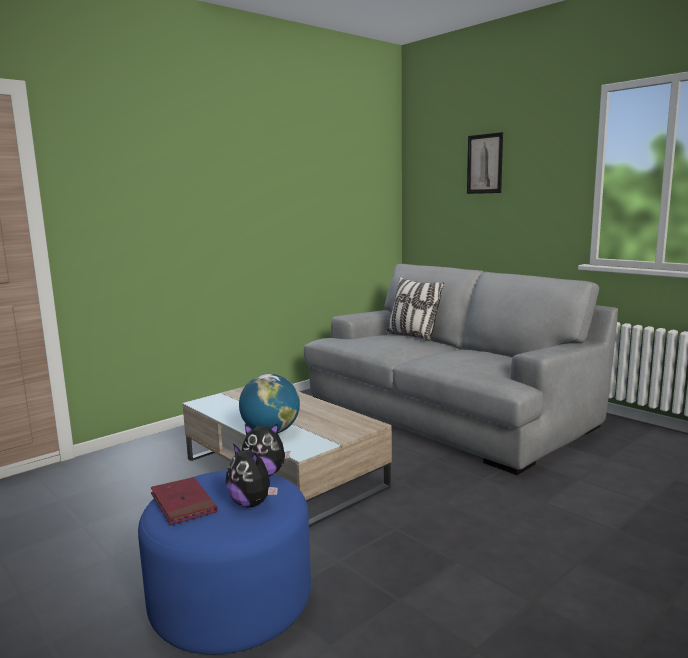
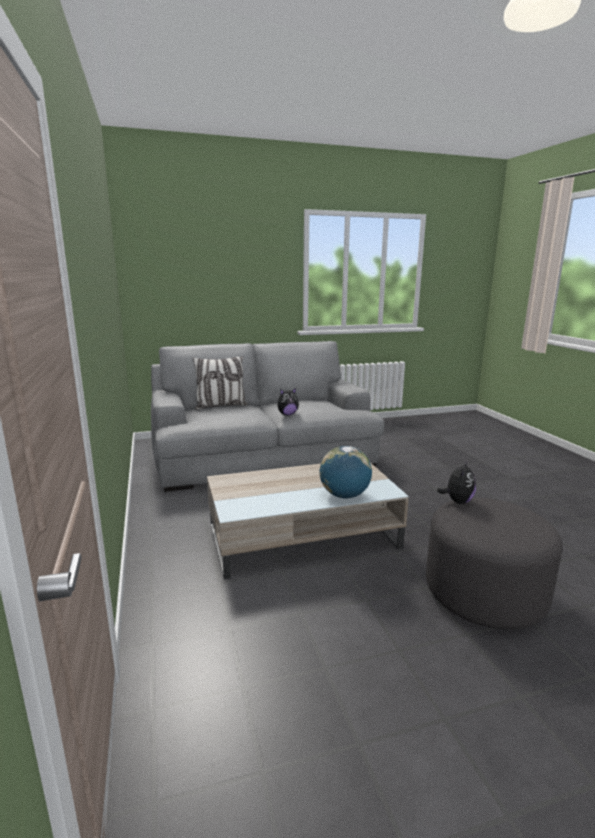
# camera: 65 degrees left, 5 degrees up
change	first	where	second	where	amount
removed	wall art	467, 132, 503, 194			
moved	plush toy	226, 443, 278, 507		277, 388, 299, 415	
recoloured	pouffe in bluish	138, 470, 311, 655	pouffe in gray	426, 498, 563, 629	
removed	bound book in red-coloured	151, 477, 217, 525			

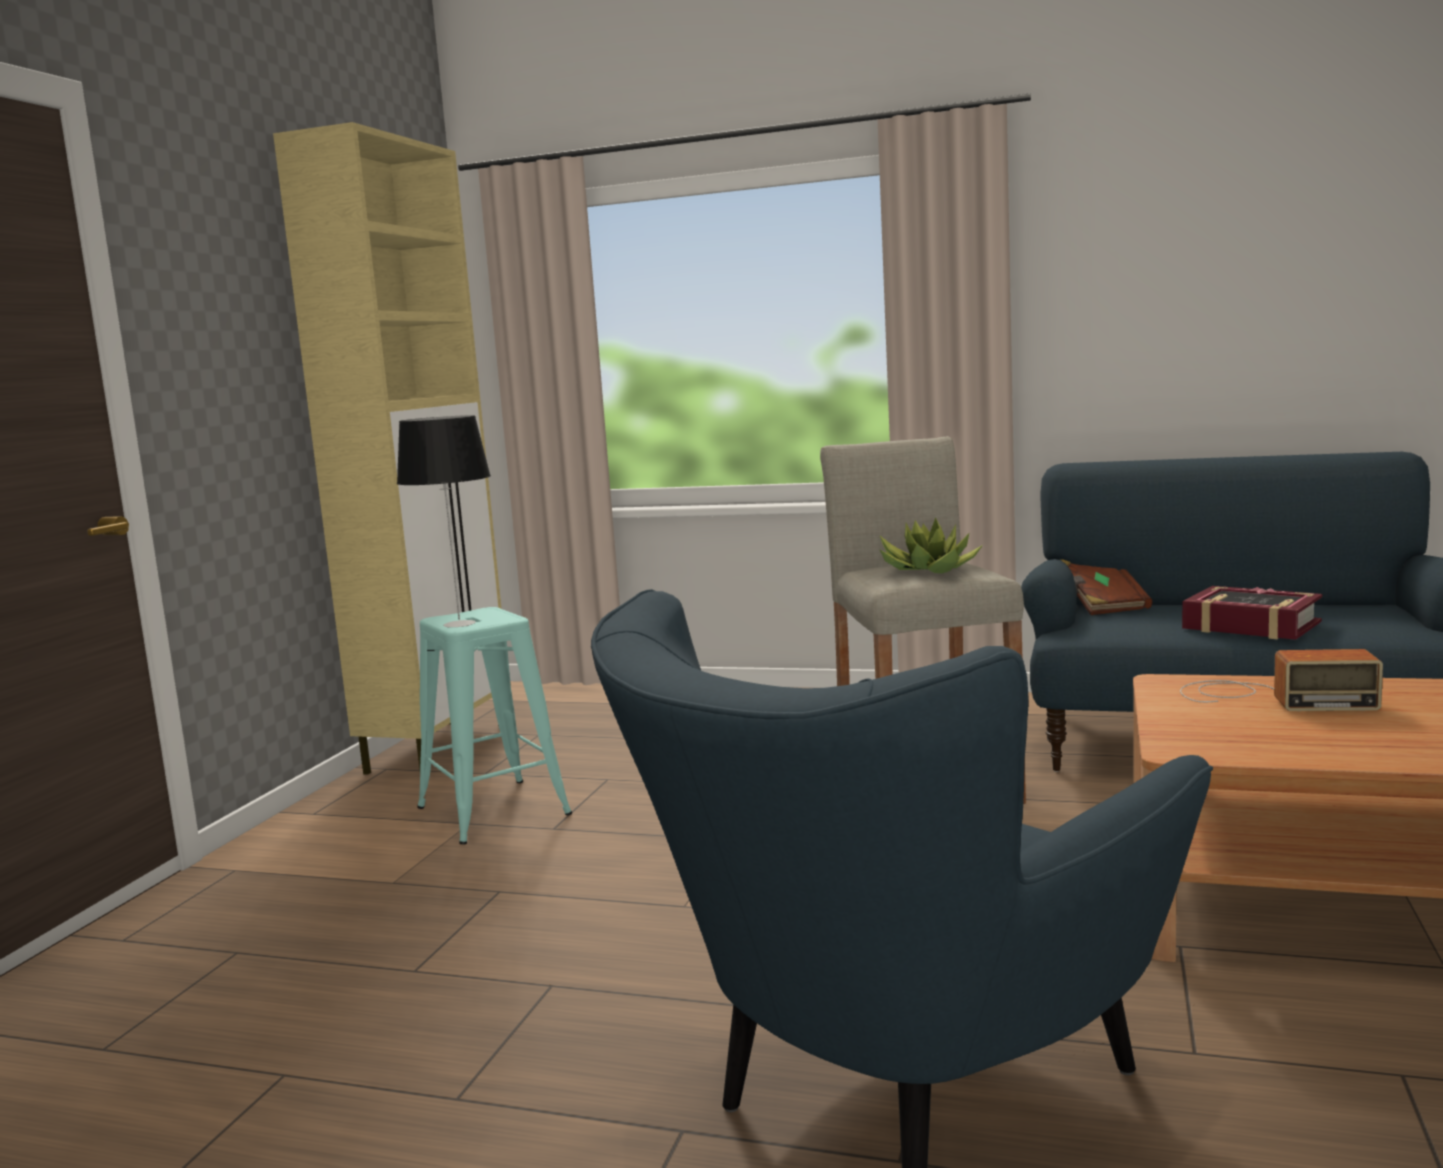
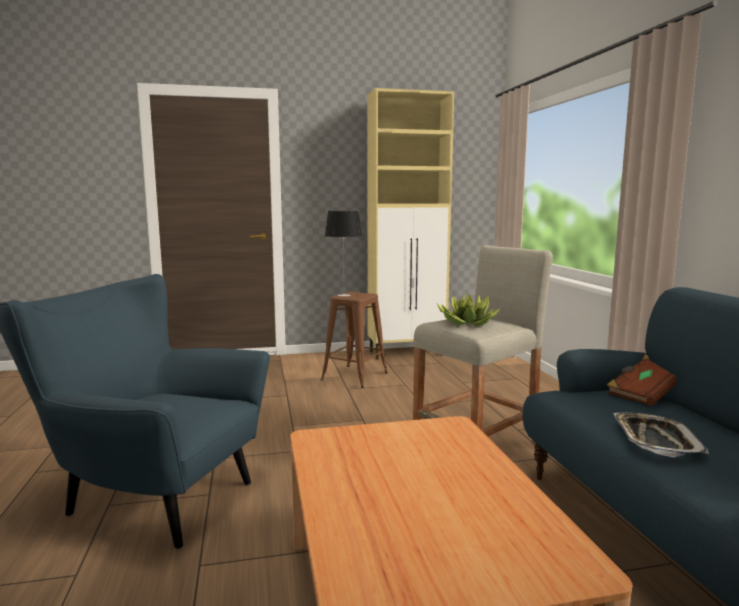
# camera: 60 degrees right, 0 degrees up
change	first	where	second	where	amount
replaced	bound book	1182, 586, 1322, 640	serving tray	613, 412, 709, 458	
recoloured	stool seat in turquoise	417, 607, 572, 845	stool seat in brownish	321, 292, 388, 388	
removed	radio set	1180, 649, 1383, 711			

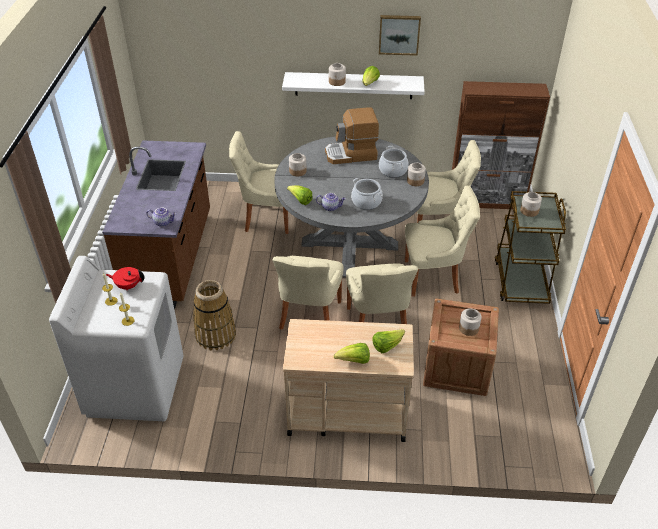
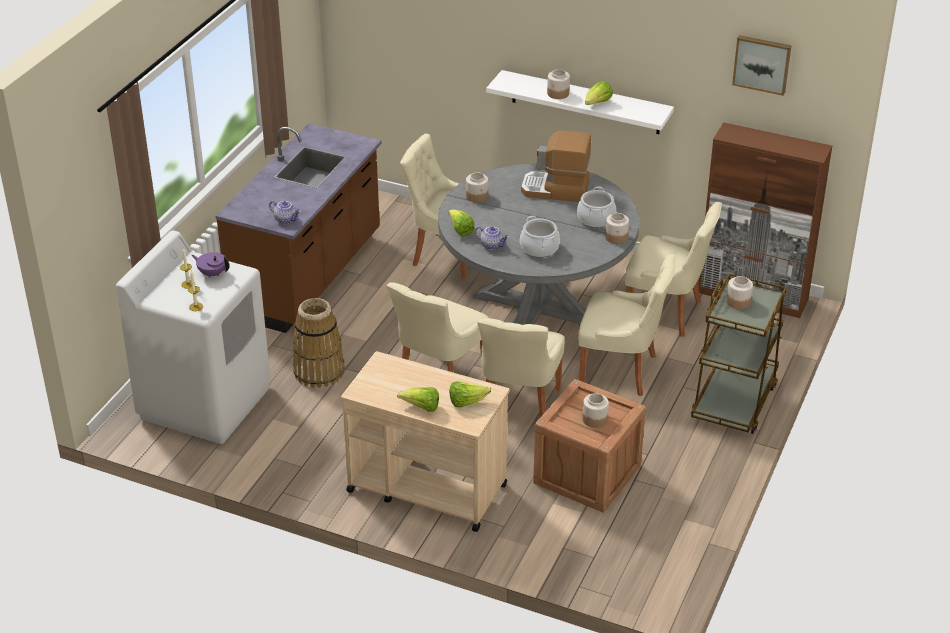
# camera: 20 degrees right, 5 degrees down
change	first	where	second	where	amount
moved	wall art	379, 15, 421, 56		732, 35, 791, 96	
recoloured	teapot in red-coloured	106, 267, 145, 290	teapot in purplish	191, 252, 230, 278	

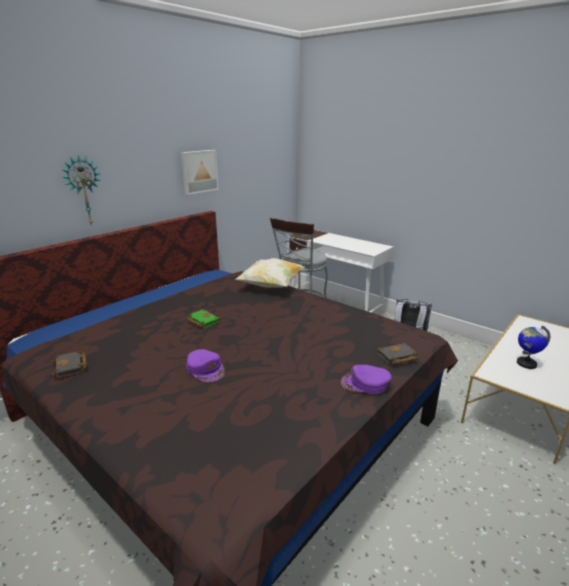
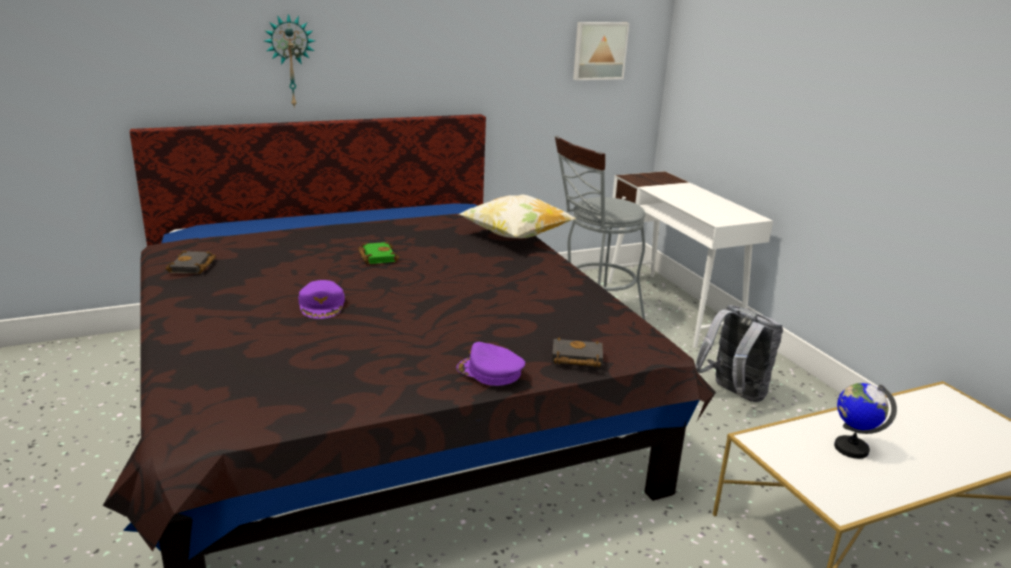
# camera: 25 degrees right, 0 degrees up
change	first	where	second	where	amount
moved	wall art	181, 150, 219, 195		573, 22, 629, 80	

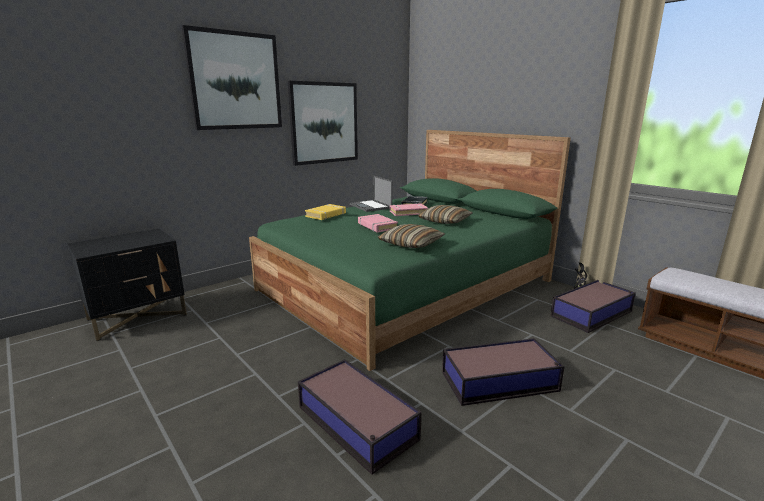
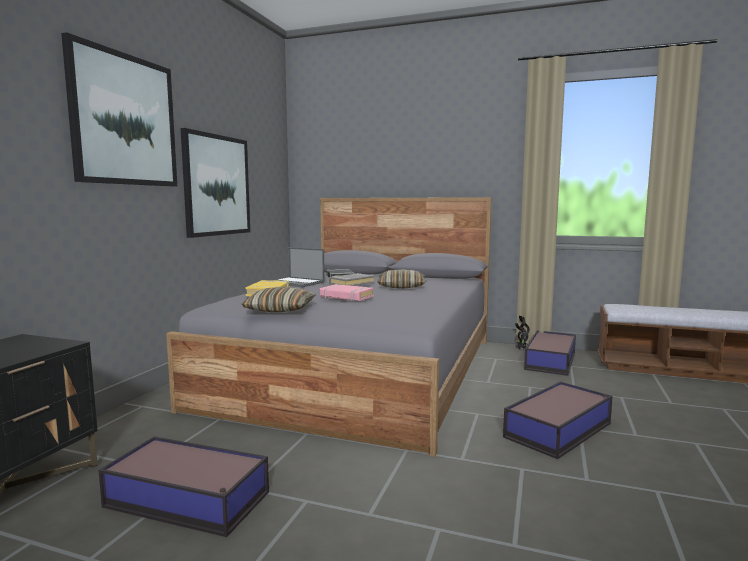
# camera: 30 degrees left, 10 degrees down
change	first	where	second	where	amount
recoloured	bed in green	249, 130, 571, 371	bed in gray	166, 197, 492, 457	
recoloured	bound book in pinkish	390, 203, 428, 216	bound book in gray	329, 273, 375, 286	
moved	pillow	378, 224, 445, 248		241, 287, 316, 312	
moved	storage container	298, 359, 421, 475		98, 436, 269, 537	

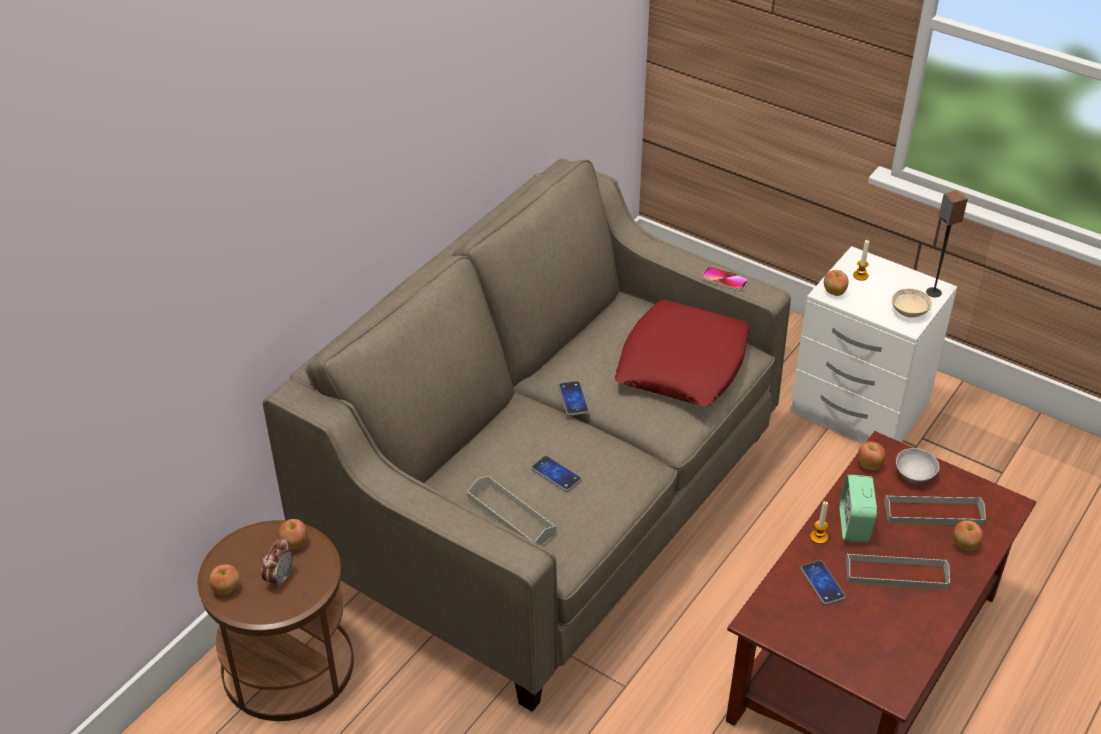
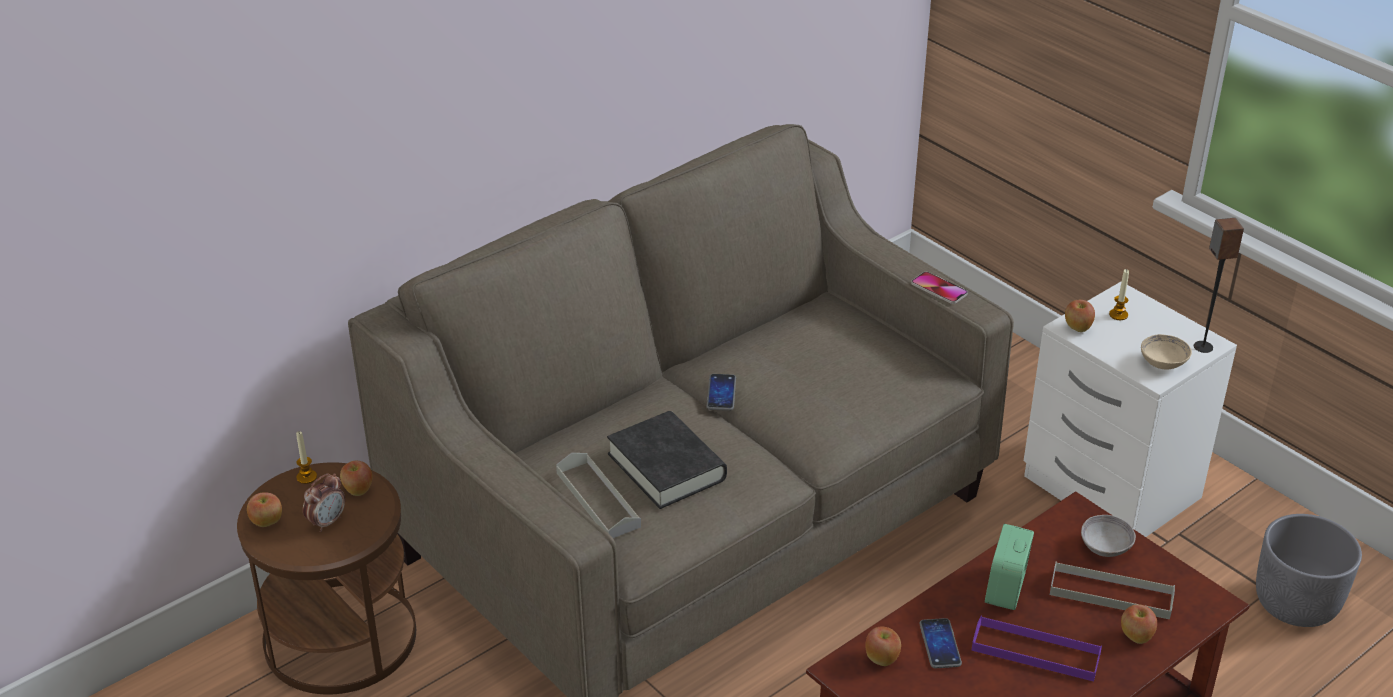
# camera: 15 degrees right, 5 degrees down
change	first	where	second	where	amount
removed	pillow in red-coloured	615, 300, 750, 407			
moved	apple	858, 441, 885, 470		865, 627, 901, 666	
replaced	handset	531, 456, 582, 492	bound book in black-coloured	607, 411, 727, 509	
moved	wax candle	810, 501, 828, 544		296, 431, 317, 484	
recoloured	serving tray in gray	846, 553, 950, 590	serving tray in purplish	971, 616, 1102, 682	
added			flower pot in gray	1256, 514, 1362, 627	

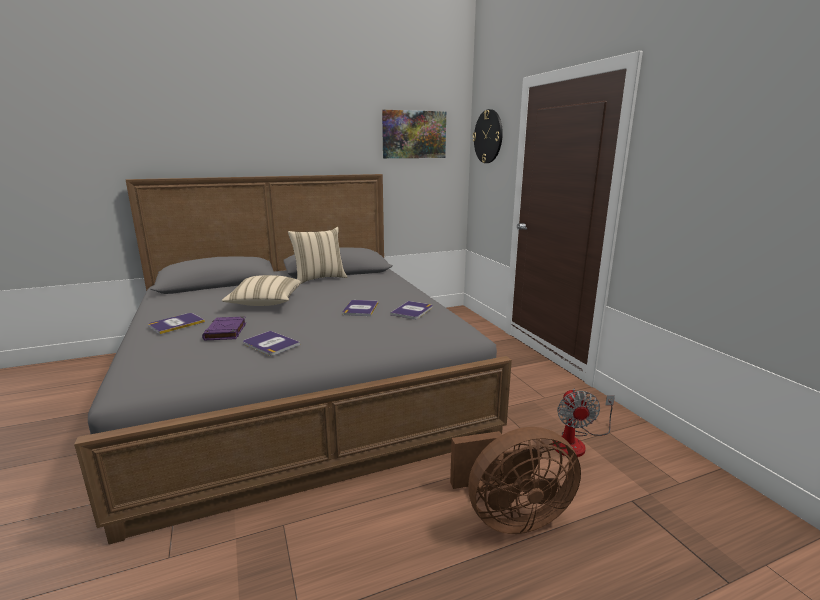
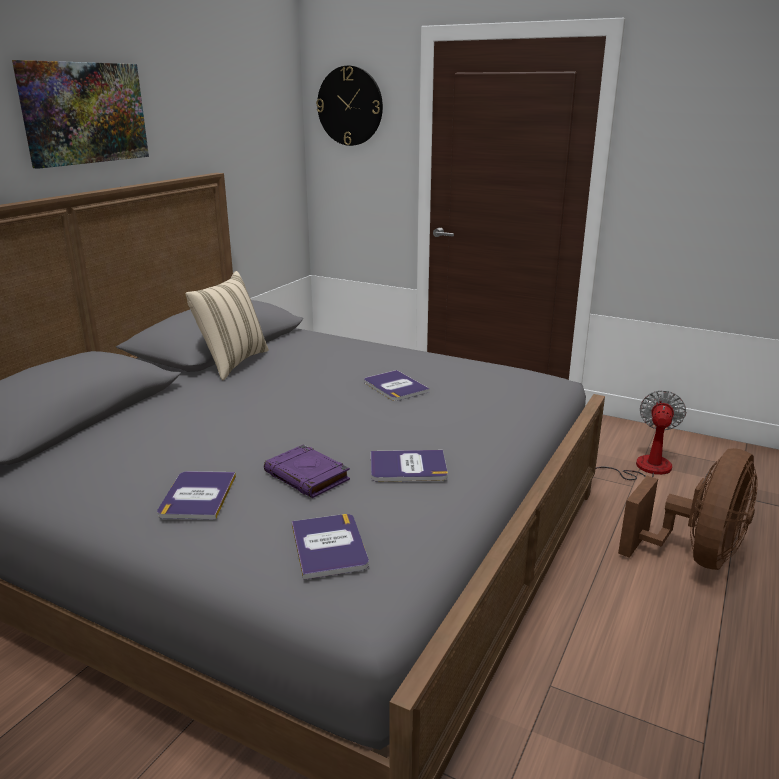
# camera: 40 degrees left, 5 degrees up
change	first	where	second	where	amount
moved	wall art	382, 110, 446, 158		12, 60, 149, 169	
removed	pillow in beige	222, 275, 301, 306			
moved	bound book	390, 301, 432, 319		292, 514, 369, 580	
turned	cooling fan	553, 389, 615, 457		596, 390, 686, 480	120 degrees counterclockwise

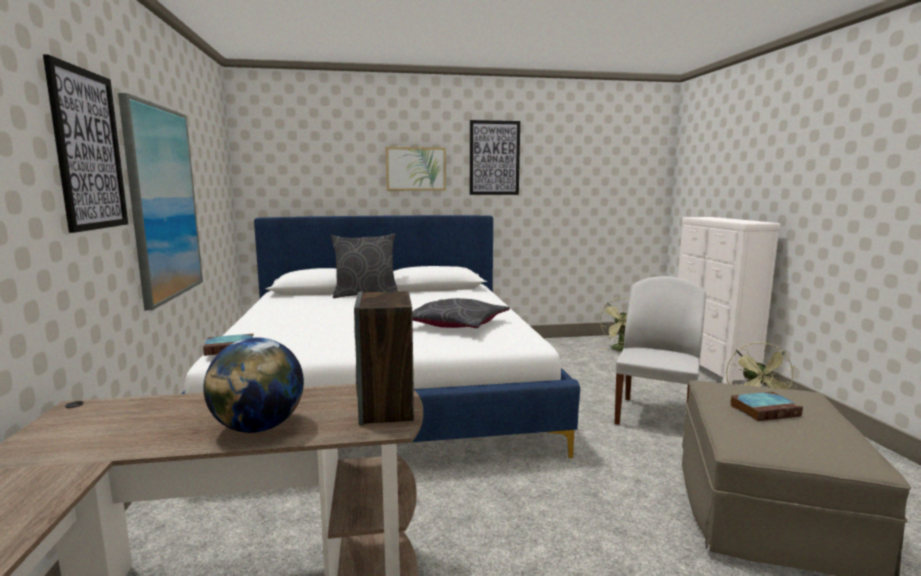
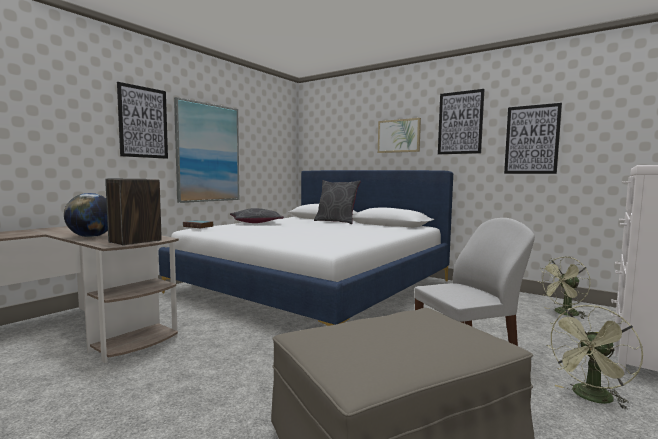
# camera: 45 degrees right, 5 degrees down
change	first	where	second	where	amount
moved	pillow in gray	412, 298, 510, 328		230, 208, 284, 223	
removed	bound book	730, 392, 803, 421			
added			wall art	504, 103, 562, 174	

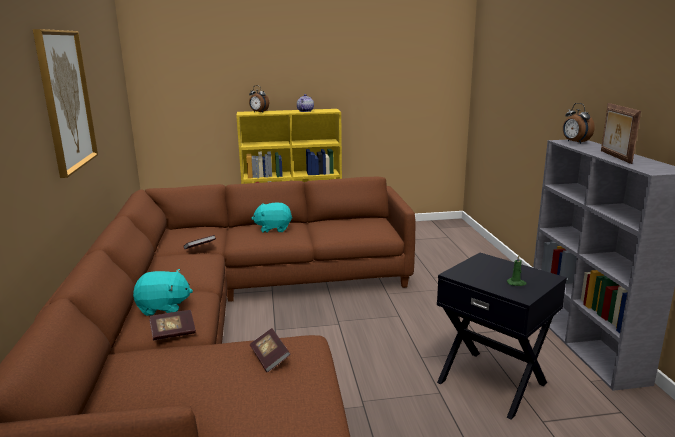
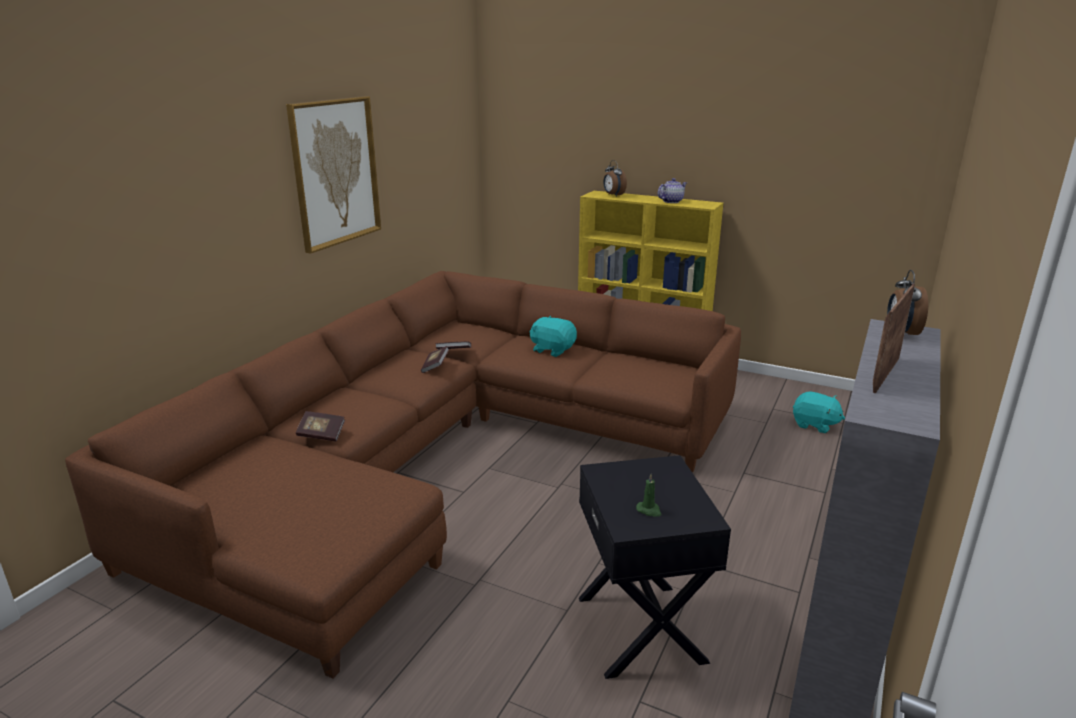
# camera: 35 degrees right, 5 degrees up
change	first	where	second	where	amount
moved	plush toy in turquoise	133, 269, 193, 316		793, 391, 845, 433	
moved	bound book	250, 328, 290, 373		421, 346, 449, 373	

